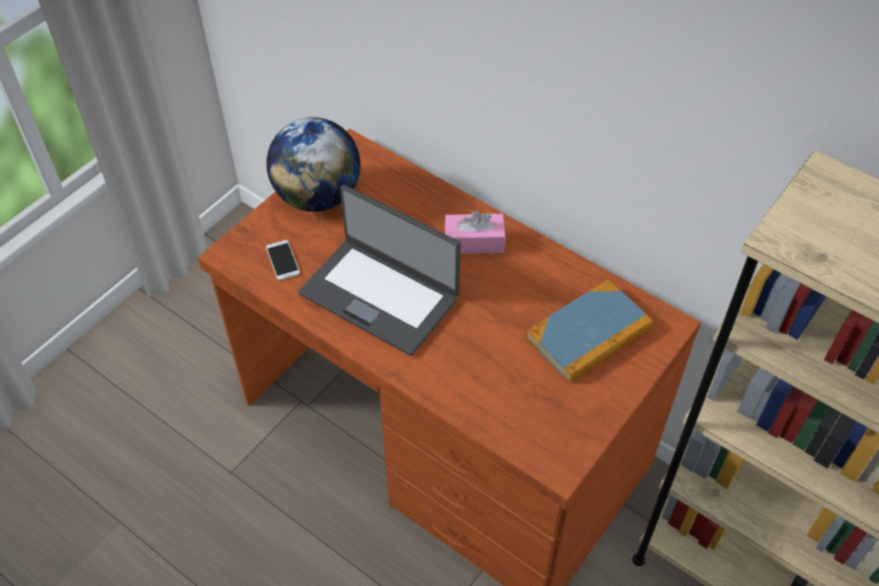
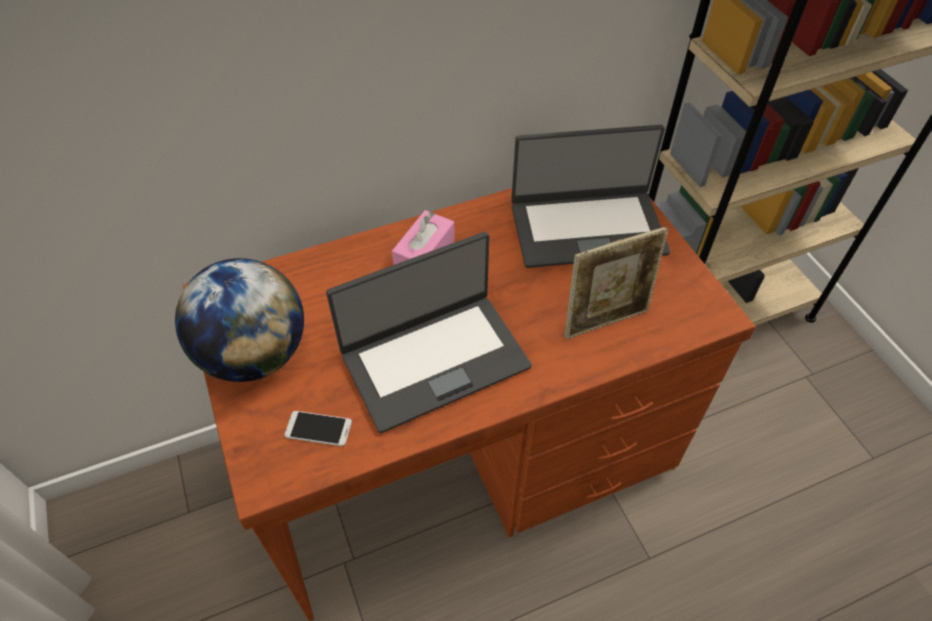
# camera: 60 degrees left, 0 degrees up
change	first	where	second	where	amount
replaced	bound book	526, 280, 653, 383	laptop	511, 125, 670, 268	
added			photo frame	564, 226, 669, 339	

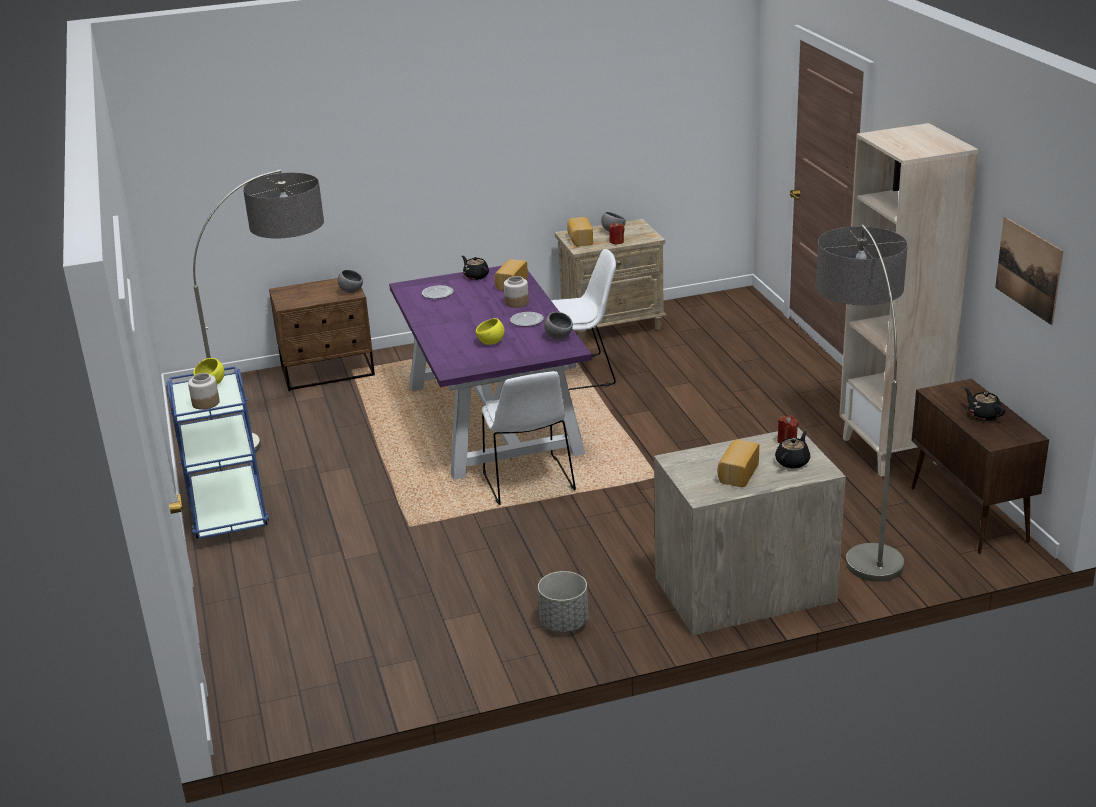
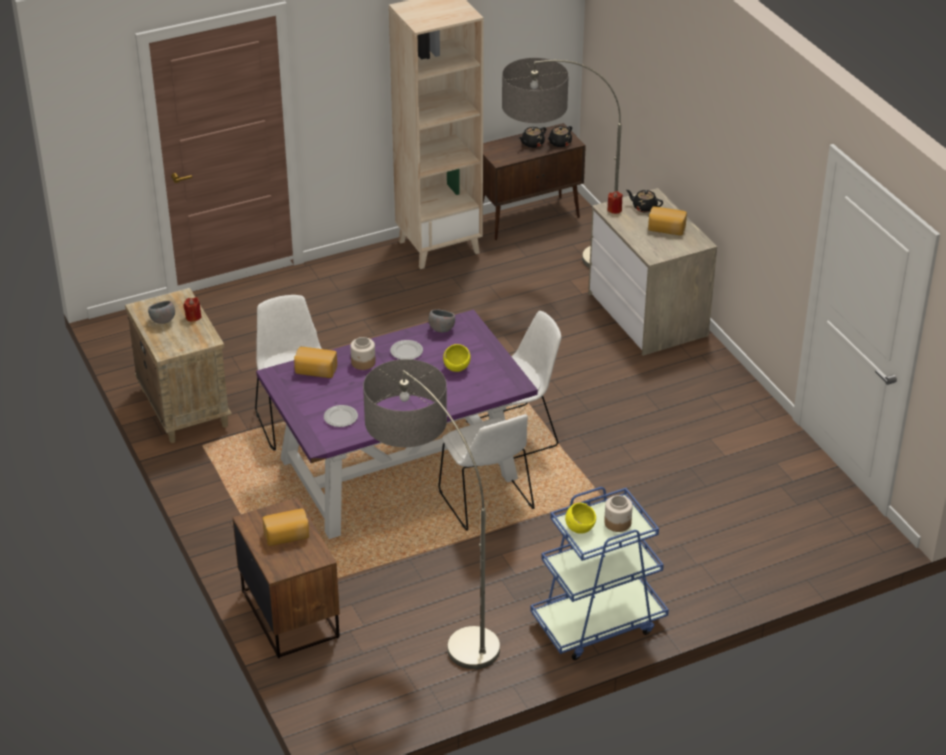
# camera: 100 degrees left, 10 degrees up
change	first	where	second	where	amount
moved	baked bread	567, 217, 593, 247		263, 508, 309, 546	
removed	wall art	995, 217, 1063, 325			
moved	teapot in black-coloured	462, 256, 489, 280		548, 126, 572, 147	
removed	serving bowl in gray	338, 269, 363, 293			
removed	flower pot in gray	538, 571, 588, 632			
added			chair in white	439, 414, 534, 531	

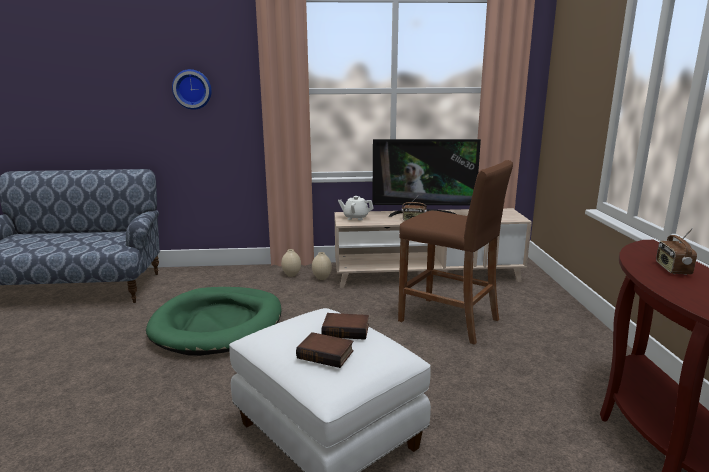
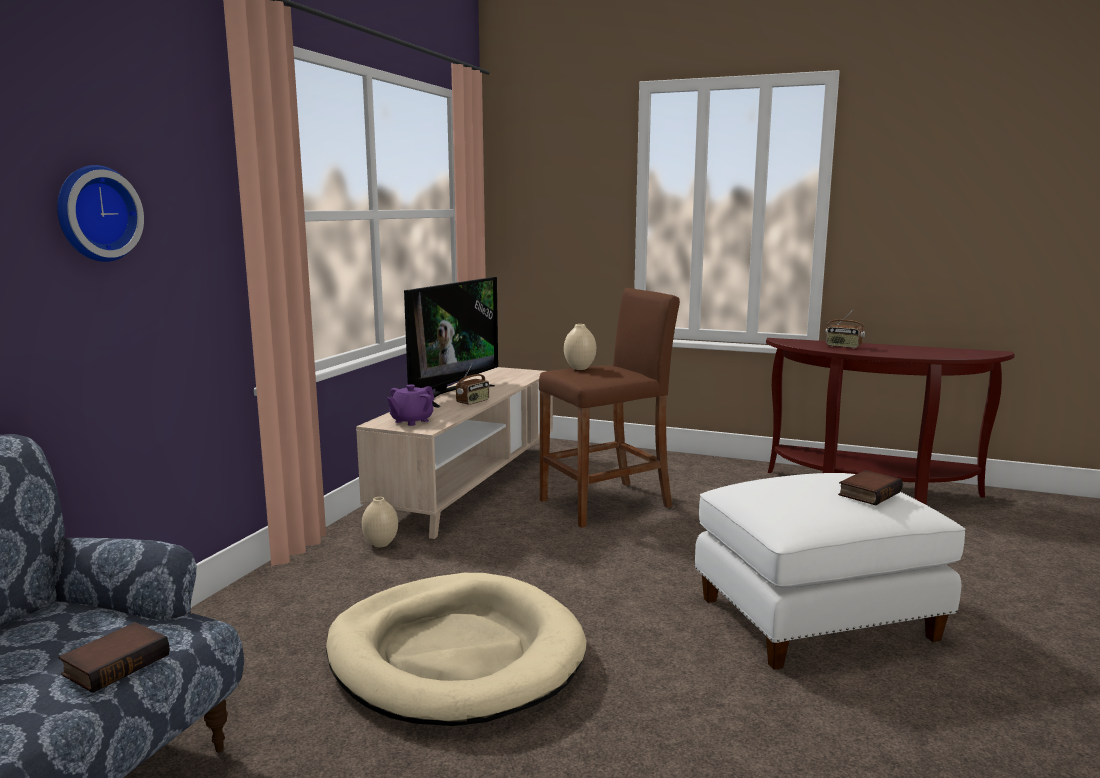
# camera: 65 degrees left, 5 degrees down
change	first	where	second	where	amount
recoloured	teapot in white	338, 196, 374, 220	teapot in purplish	387, 384, 434, 426	
moved	decorative vase in beige	281, 249, 301, 277		564, 324, 596, 370	
recoloured	dog cushion in green	146, 287, 281, 356	dog cushion in beige	326, 573, 587, 726	
moved	bound book	321, 313, 369, 340		59, 622, 170, 693	

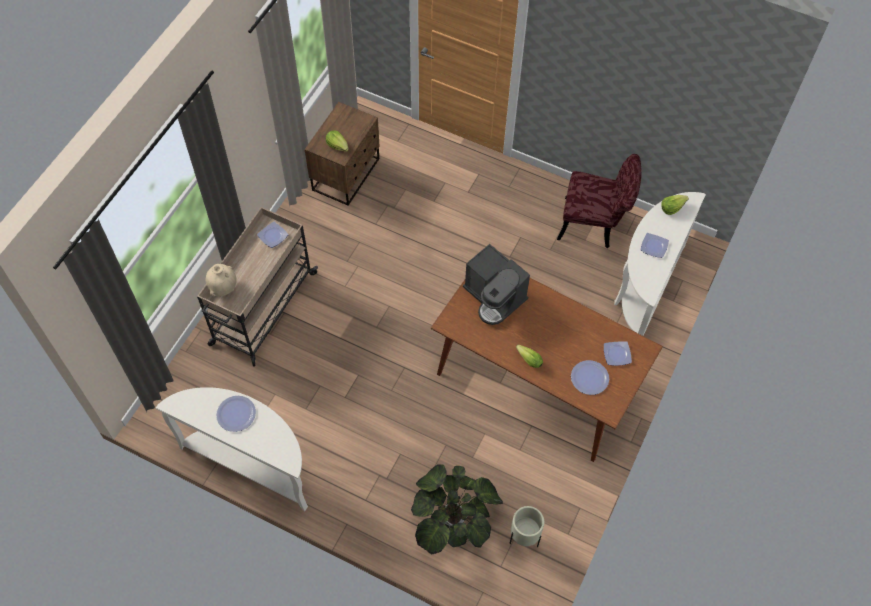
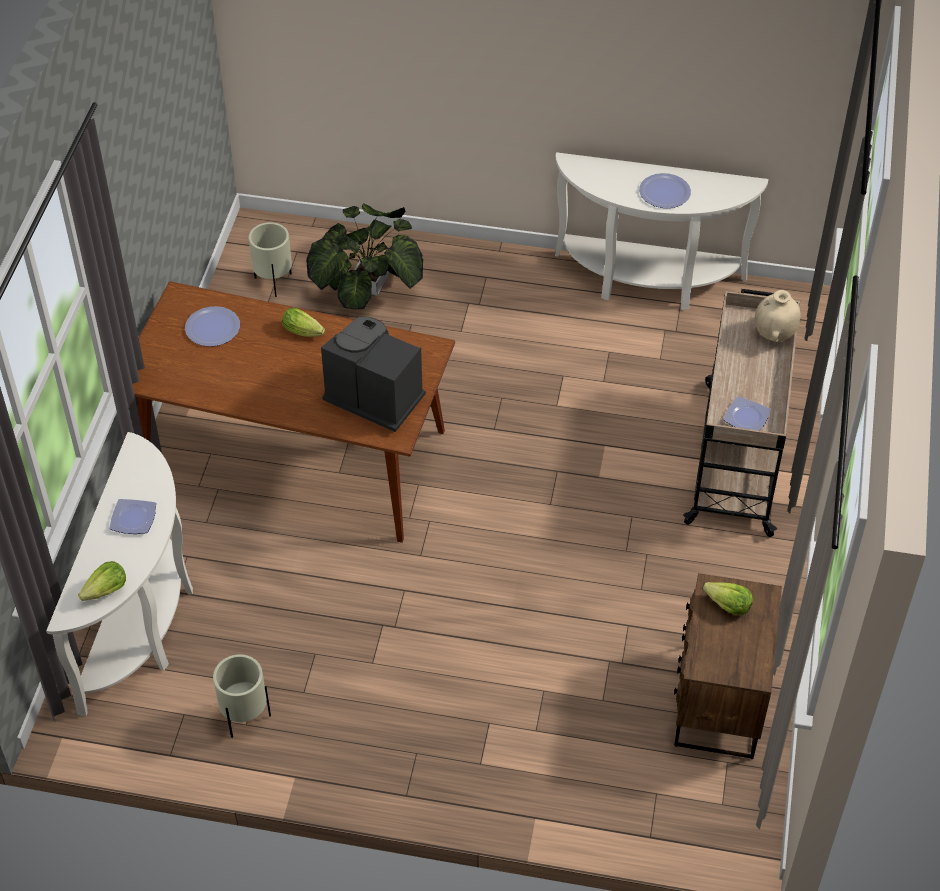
# camera: 165 degrees right, 10 degrees down
change	first	where	second	where	amount
replaced	chair in red-coloured	557, 154, 642, 248	flower pot in beige	213, 654, 271, 738	
removed	flat dish	604, 341, 632, 366			

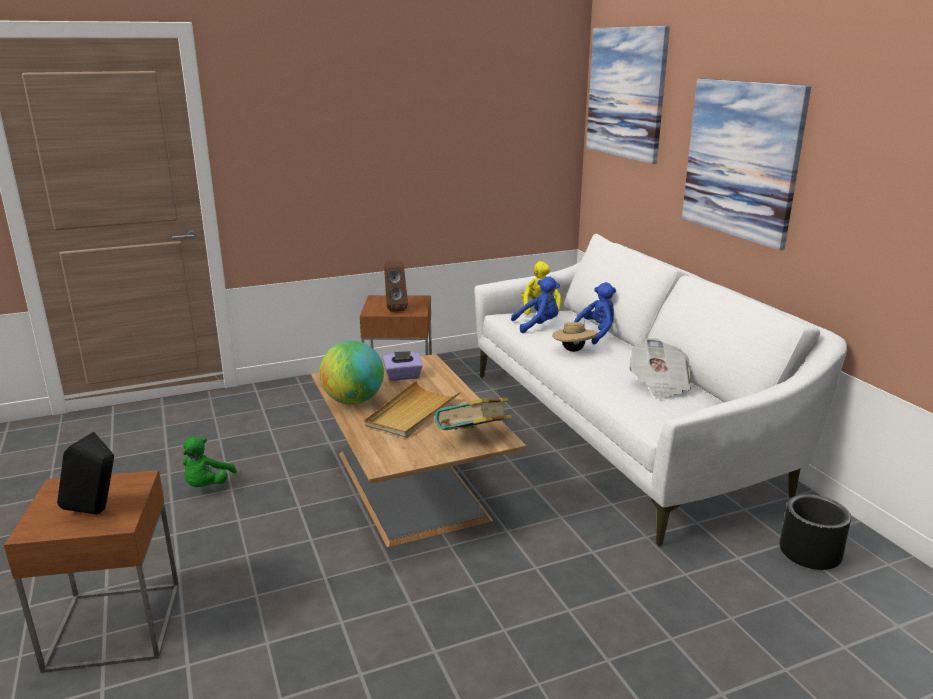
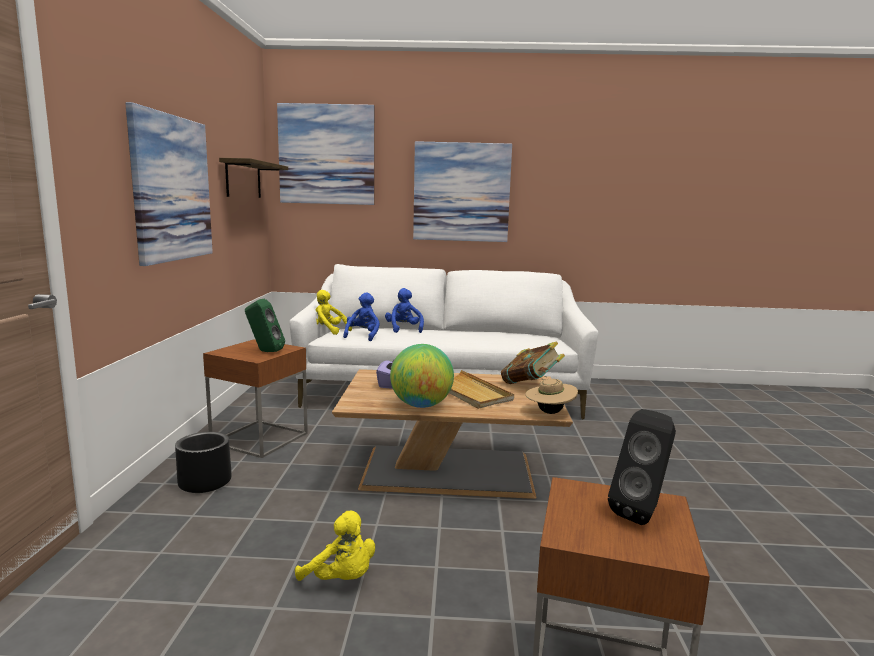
# camera: 65 degrees left, 10 degrees down
change	first	where	second	where	amount
recoloured	speaker in brownish	384, 260, 408, 312	speaker in green	245, 299, 285, 352	
moved	clothing hat in beige	552, 320, 597, 352		525, 375, 578, 414	
removed	daily paper	629, 338, 692, 399			
recoloured	plush toy in green	183, 437, 237, 487	plush toy in yellowish	295, 510, 375, 581	
moved	flower pot in black-coloured	780, 494, 851, 570		175, 432, 232, 493	
added			wall art	125, 102, 213, 266	
added			bracket shelf	219, 158, 288, 198	

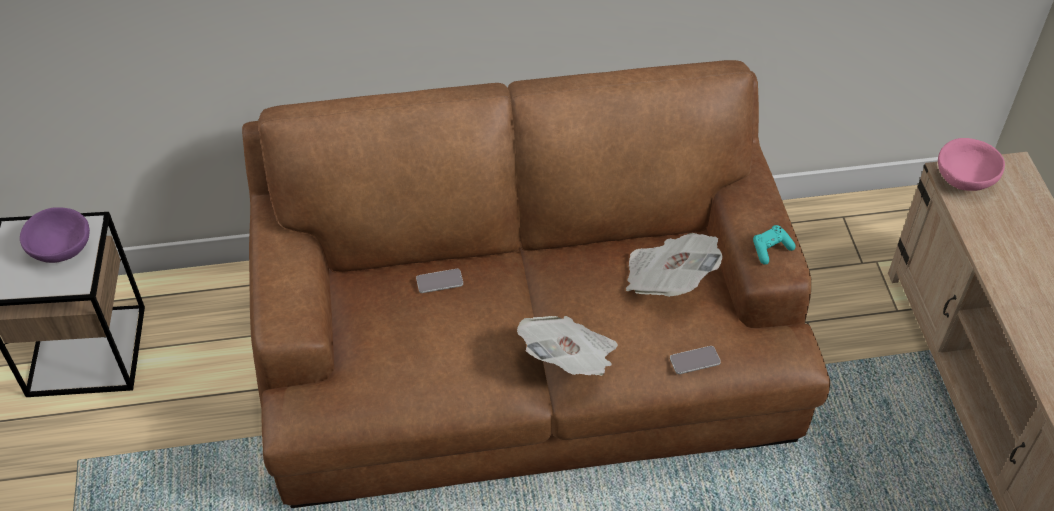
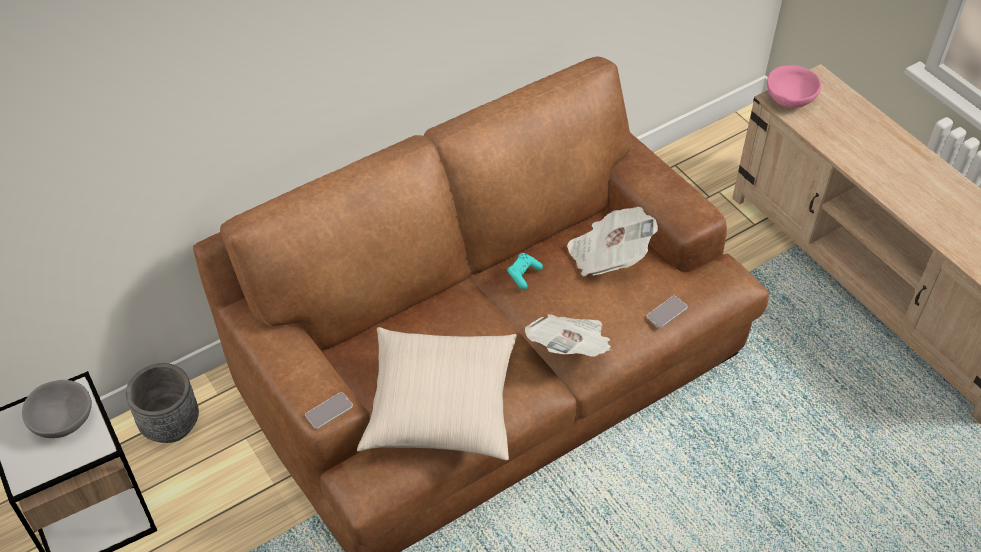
# camera: 25 degrees left, 0 degrees up
change	first	where	second	where	amount
recoloured	serving bowl in purplish	20, 207, 90, 263	serving bowl in gray	22, 380, 92, 438	
moved	game controller in turquoise	753, 225, 796, 265		507, 253, 543, 289	
moved	handset	416, 269, 463, 293		305, 392, 353, 429	
added			pillow in beige	357, 327, 517, 461	
added			flower pot in gray	126, 363, 199, 443	

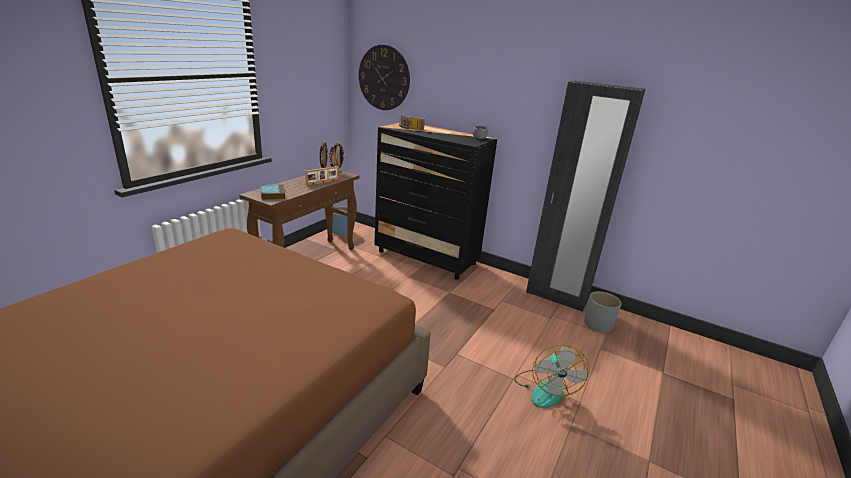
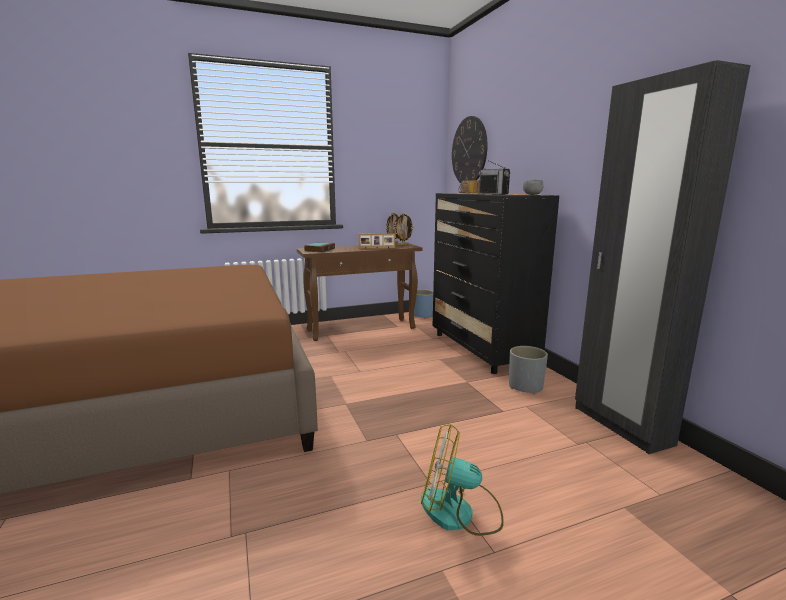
# camera: 40 degrees right, 10 degrees down
change	first	where	second	where	amount
moved	flower pot in gray	584, 291, 622, 332		509, 346, 548, 394	
turned	cooling fan	514, 345, 590, 408		421, 424, 504, 536	60 degrees clockwise
added			radio set	479, 159, 510, 194	

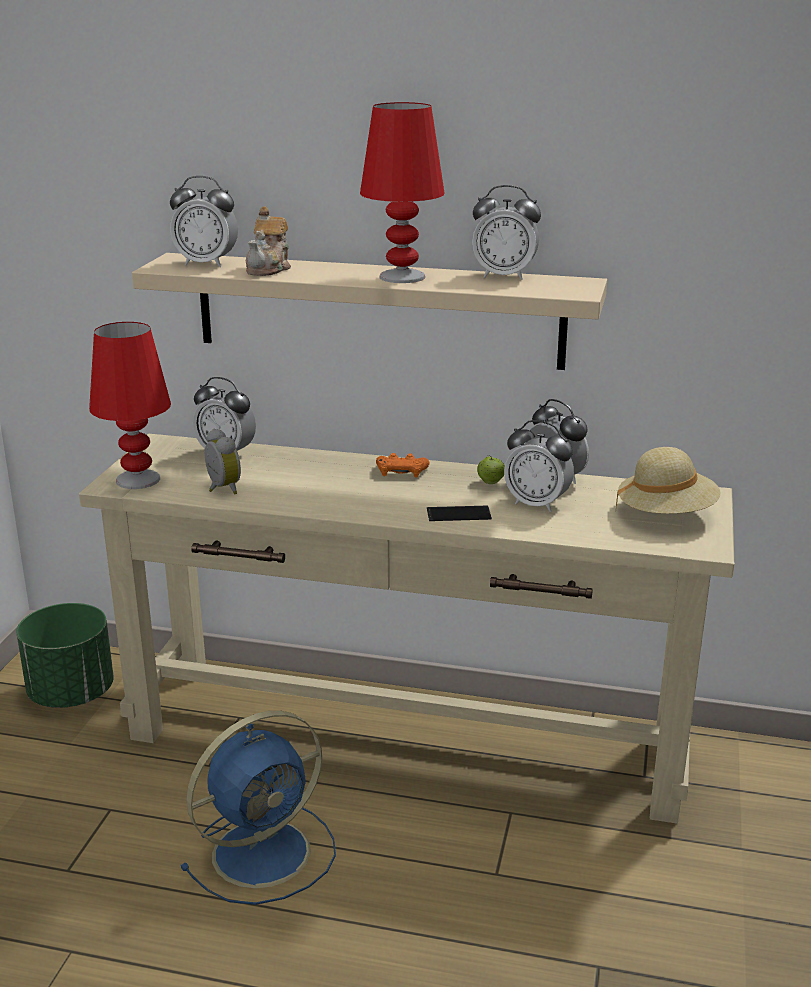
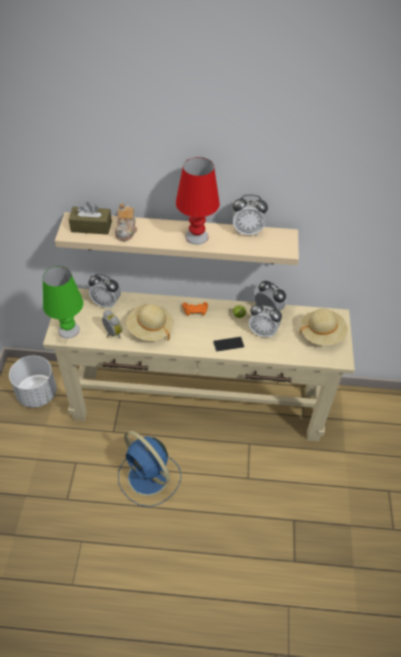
# camera: 10 degrees left, 25 degrees up
change	first	where	second	where	amount
replaced	alarm clock	170, 176, 238, 267	box of tissues in brownish	69, 202, 112, 235	
recoloured	tabletop lamp in red-coloured	89, 322, 171, 489	tabletop lamp in green	43, 266, 83, 339	
recoloured	flower pot in green	16, 603, 114, 708	flower pot in white	9, 356, 57, 408	
turned	cooling fan in bluish	180, 711, 336, 905		118, 431, 181, 507	90 degrees clockwise
added			clothing hat in beige	126, 304, 173, 341	

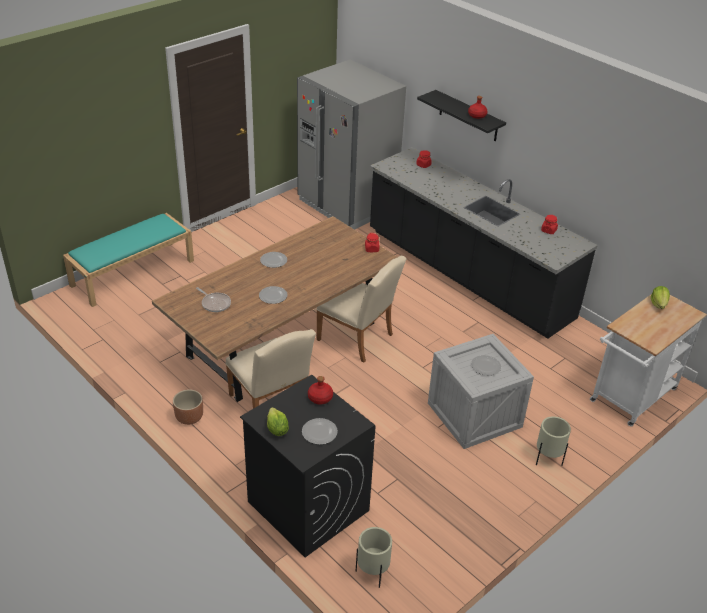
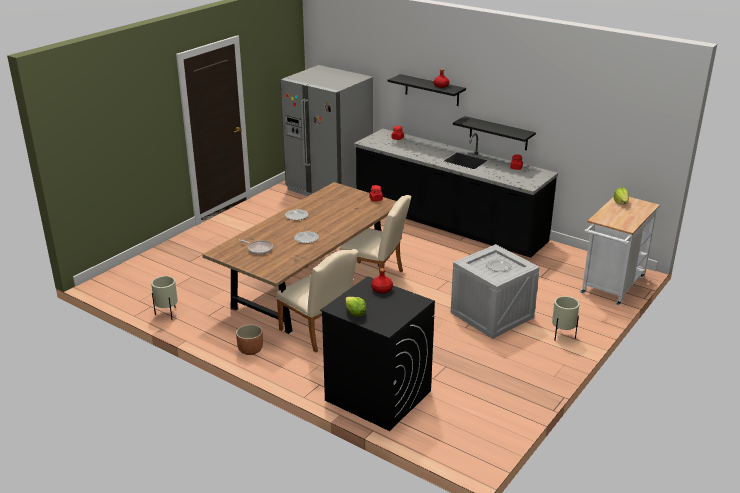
# camera: 10 degrees left, 10 degrees down
change	first	where	second	where	amount
removed	bench in turquoise	63, 213, 194, 307			
removed	flat dish	302, 418, 338, 445			
moved	flower pot in beige	355, 527, 392, 588		151, 276, 178, 320	
added			bracket shelf in black-coloured	453, 116, 536, 151	

